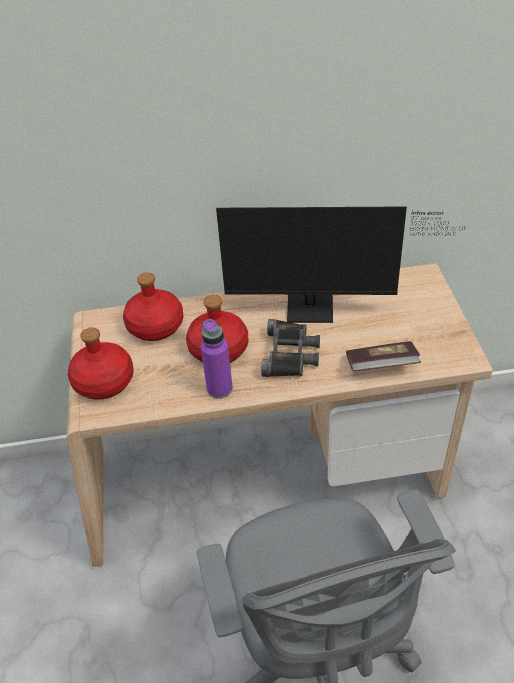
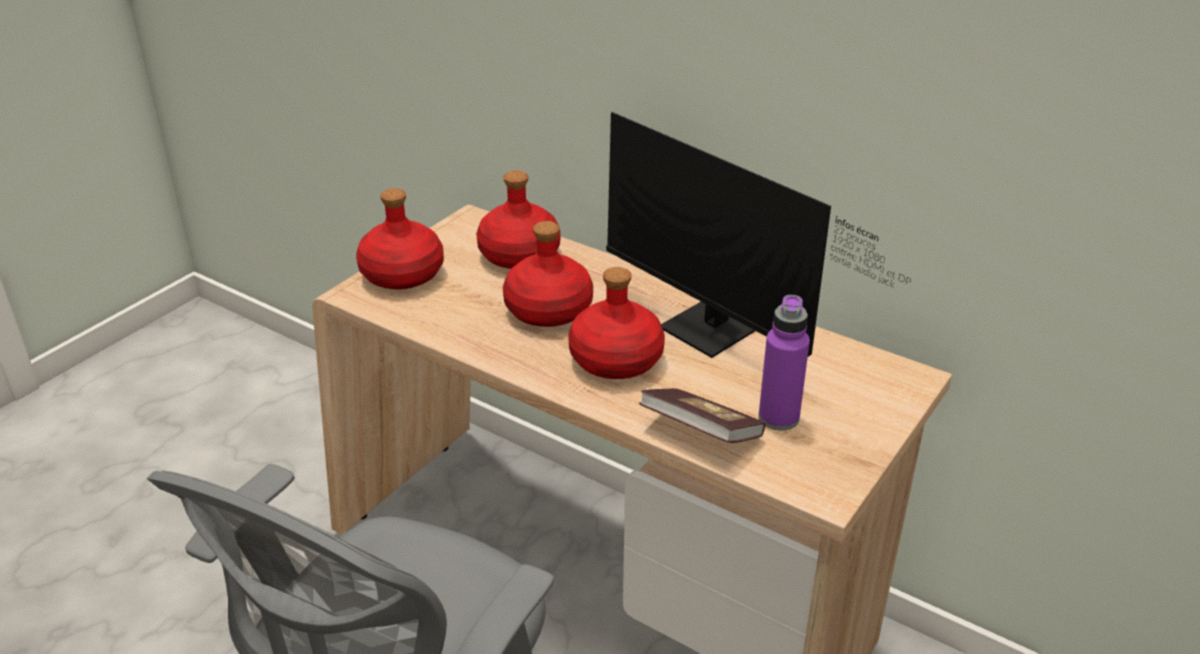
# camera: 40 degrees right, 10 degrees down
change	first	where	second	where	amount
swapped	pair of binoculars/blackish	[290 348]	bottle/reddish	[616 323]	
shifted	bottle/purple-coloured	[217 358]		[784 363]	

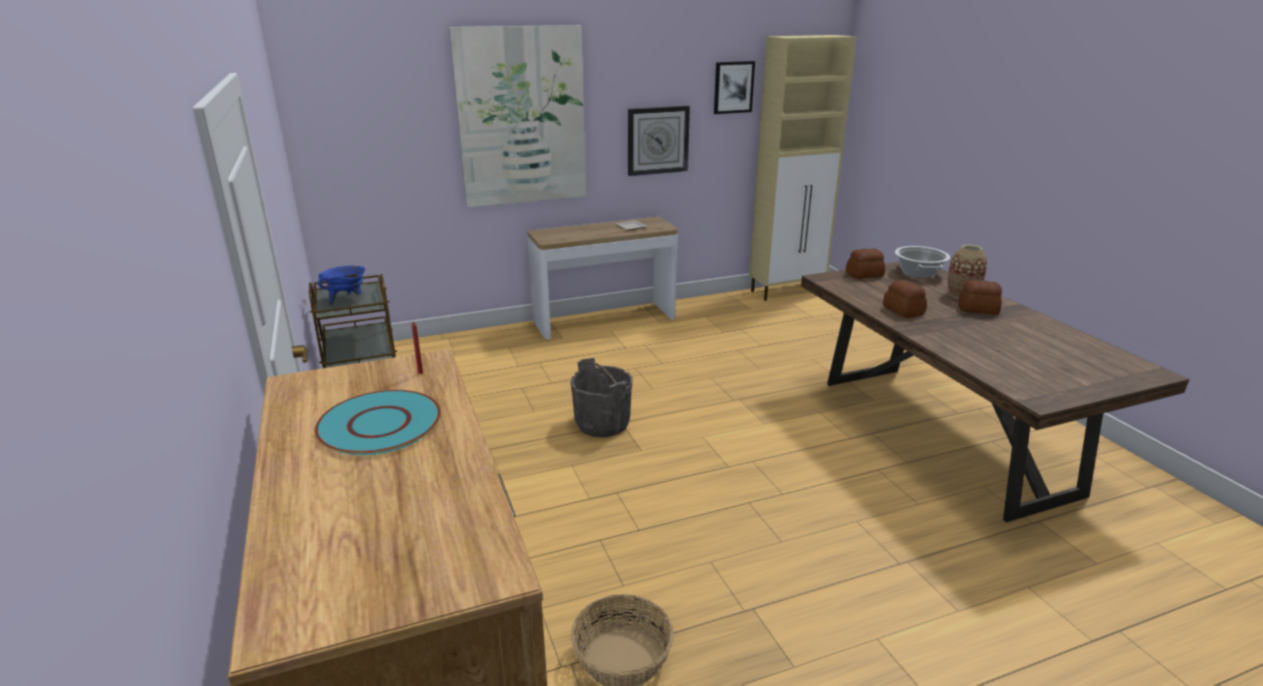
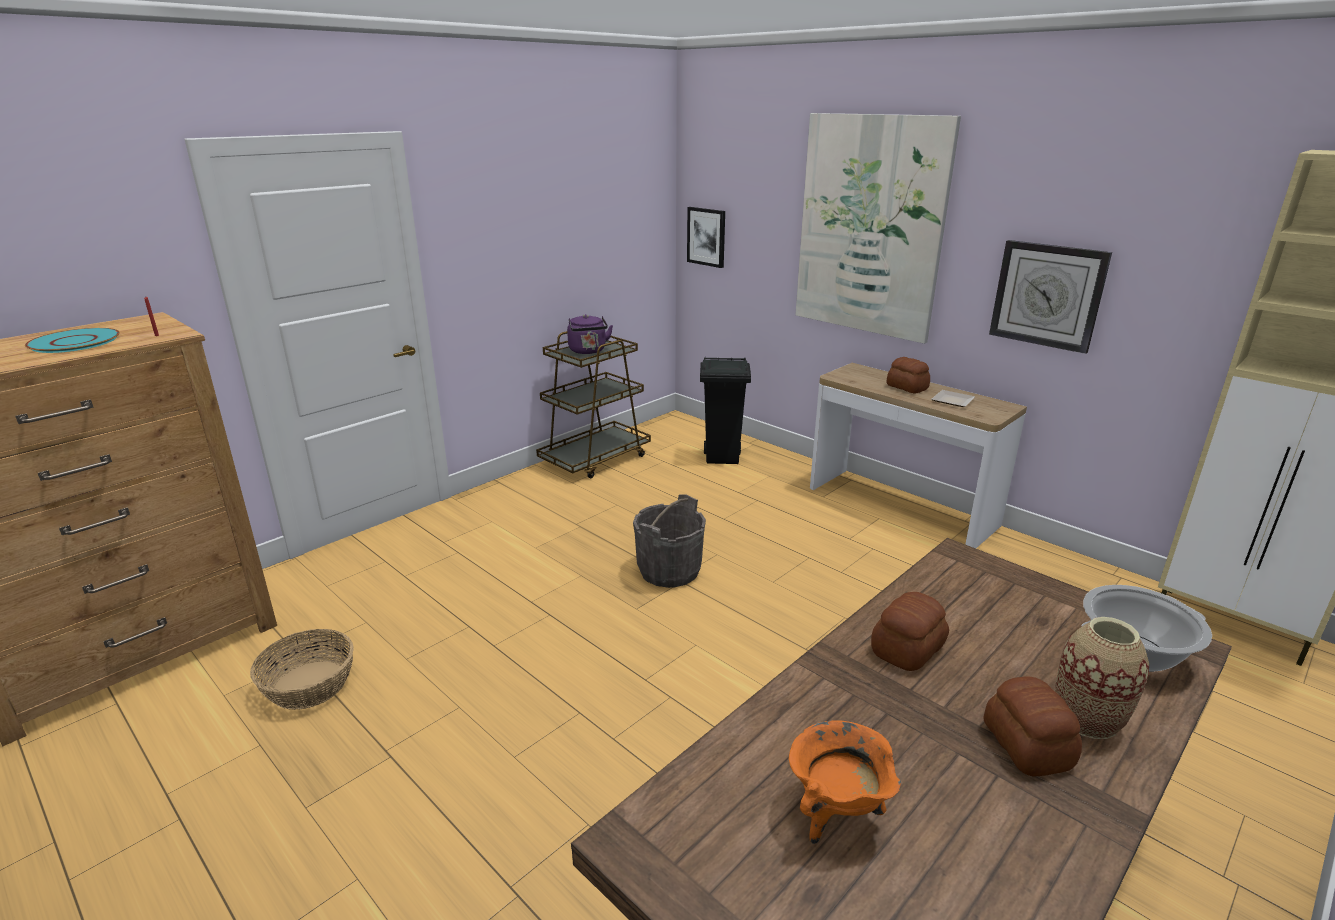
# camera: 65 degrees right, 0 degrees up
change	first	where	second	where	amount
swapped	saucepot/blue	[341 285]	water kettle/purple-coloured	[590 334]	
shifted	wall art	[734 87]		[706 237]	
new			trash can/blackish	[725 410]	
new			saucepot/orange	[845 782]	
shifted	bakery bread	[865 263]		[908 375]	

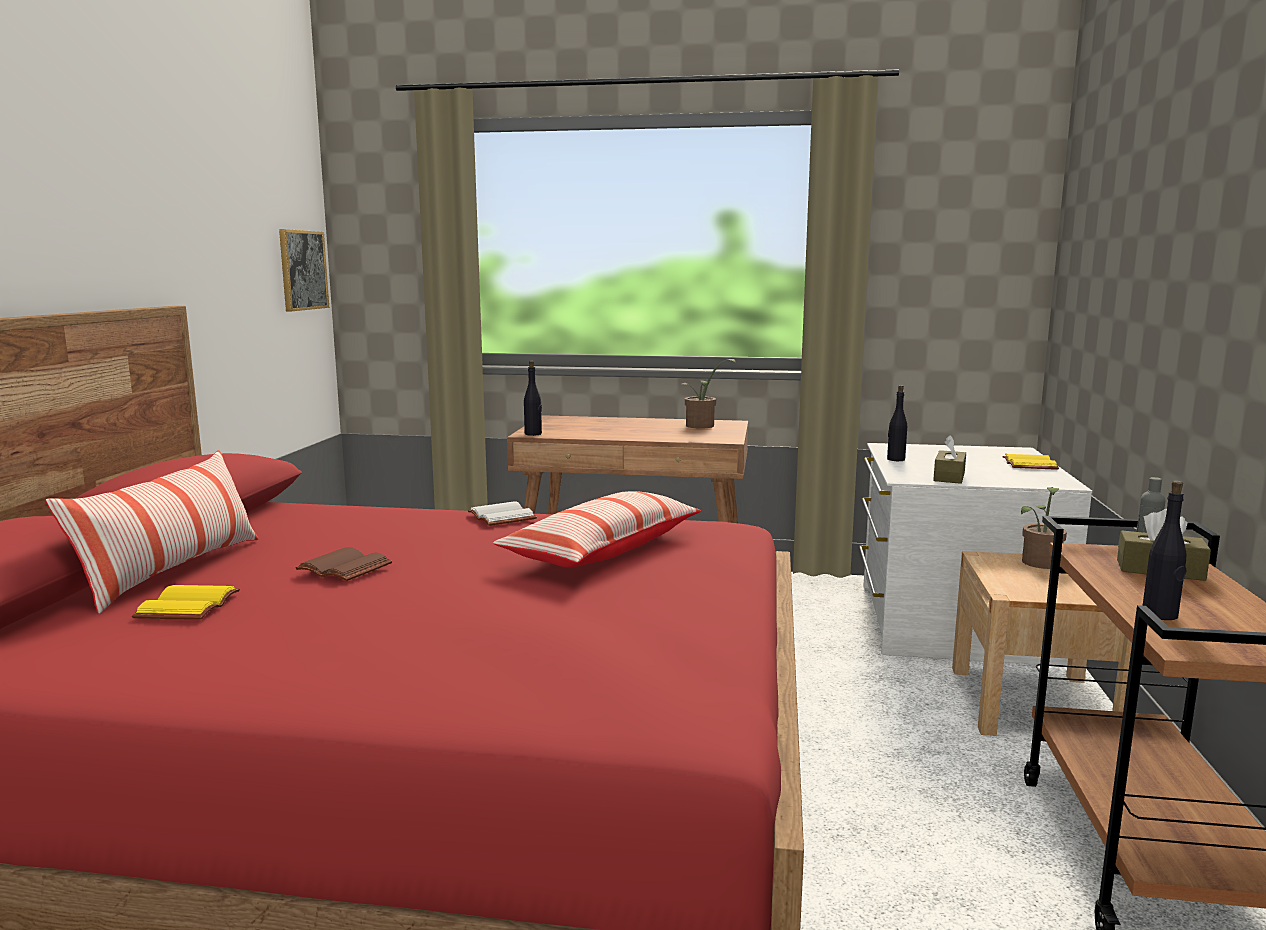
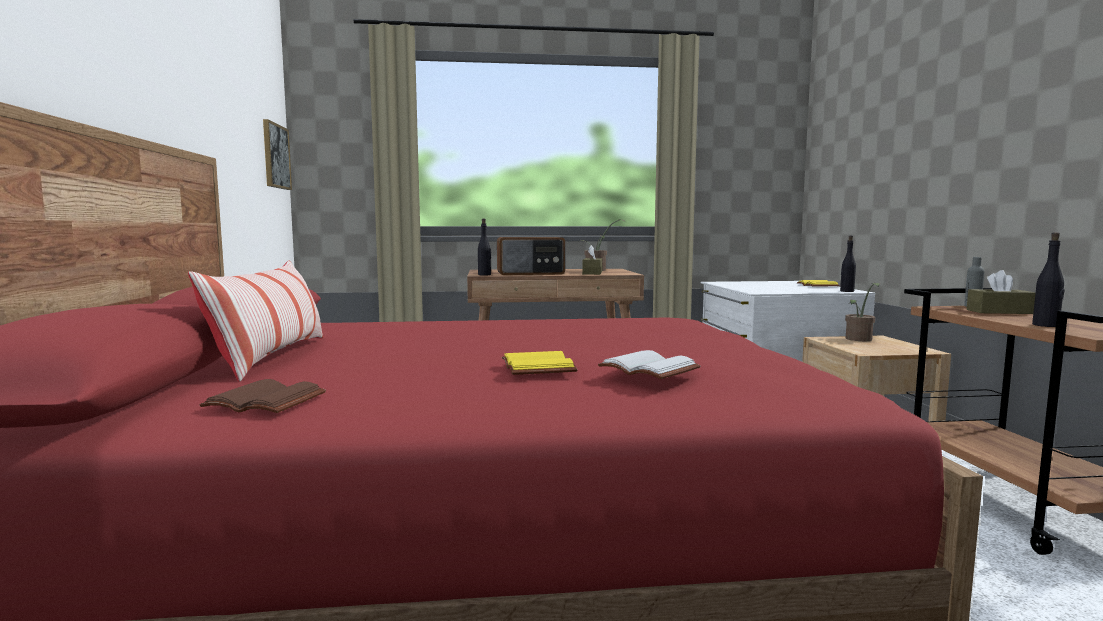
# camera: 15 degrees left, 5 degrees down
change	first	where	second	where	amount
shifted	bound book/brown-coloured	[343 564]		[263 396]	
new			radio set	[531 256]	
shifted	bound book/yellowish	[186 602]		[540 363]	
shifted	tissue holder/brown-coloured	[949 459]		[592 260]	
shifted	bound book/whitish	[502 513]		[649 364]	
shifted	bottle/blackish	[897 423]		[848 264]	
gone	cushion	[597 529]			

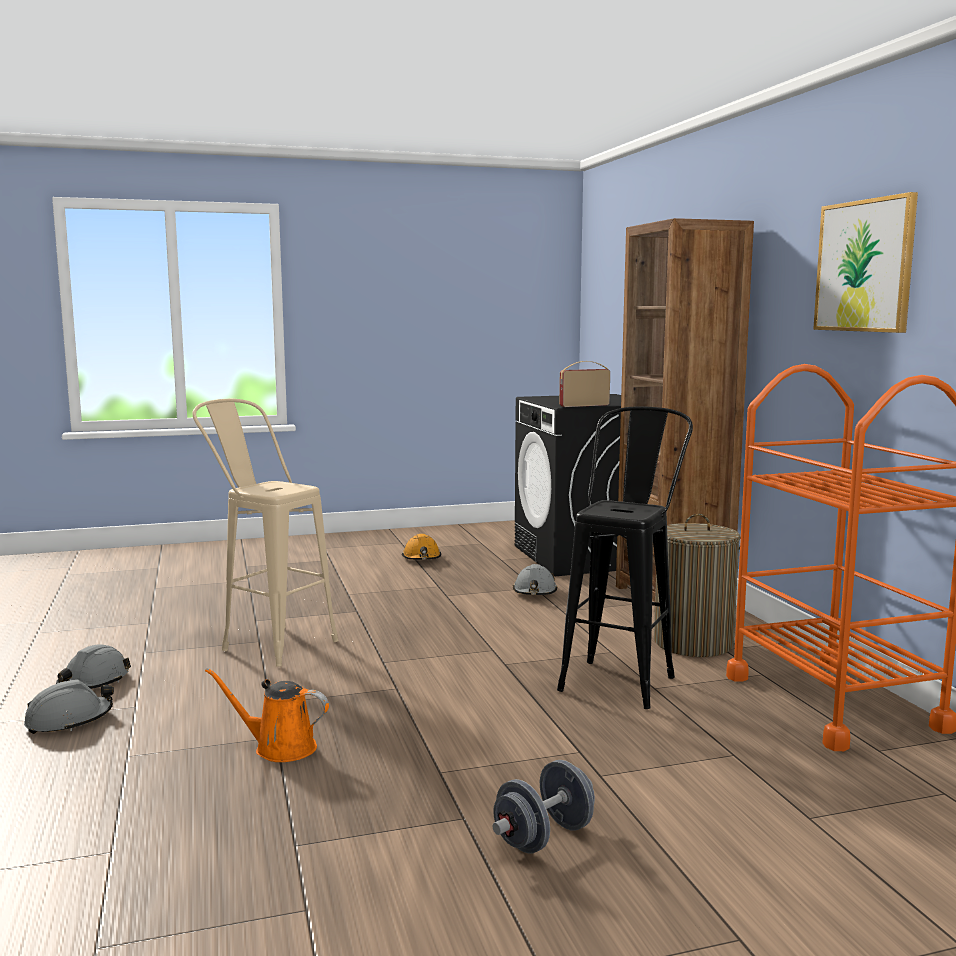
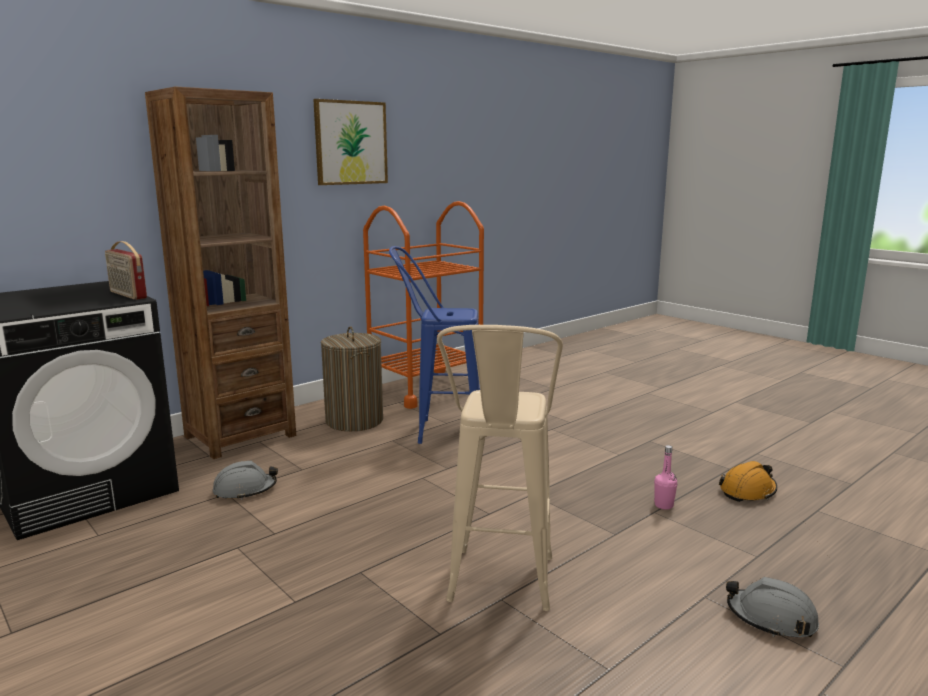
# camera: 115 degrees left, 5 degrees up
change	first	where	second	where	amount
repainted	sitting stool/blackish	[625 558]	sitting stool/blue	[434 345]	
swapped	watering pot/orange	[267 715]	bottle/pink	[666 477]	
shifted	safety helmet/orange	[421 547]		[748 481]	
gone	safety helmet/greyish	[93 666]			
gone	hand weight/greyish	[543 807]			

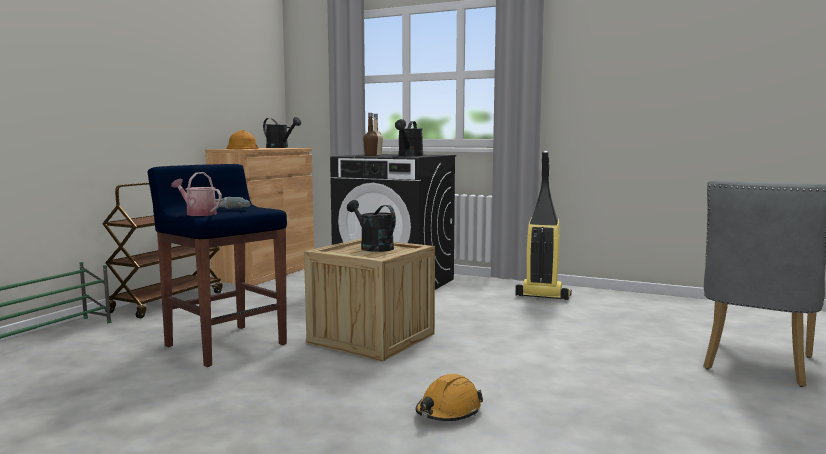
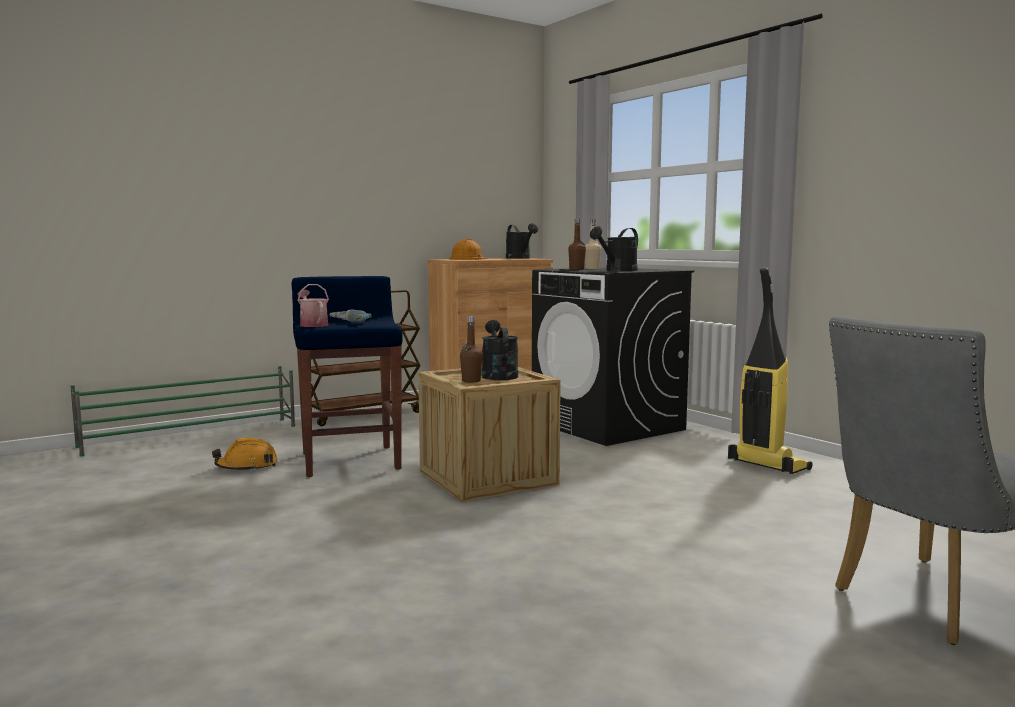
# camera: 30 degrees right, 0 degrees up
change	first	where	second	where	amount
shifted	safety helmet/orange	[449 397]		[245 454]	
new			bottle/brown-coloured	[471 349]	

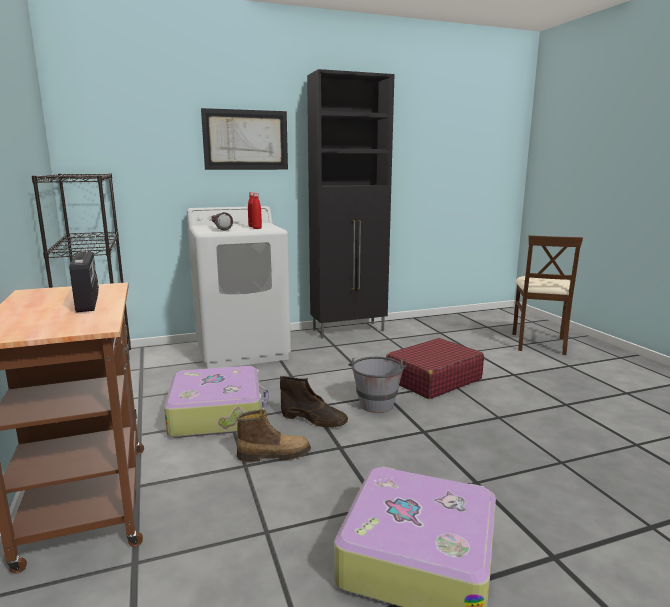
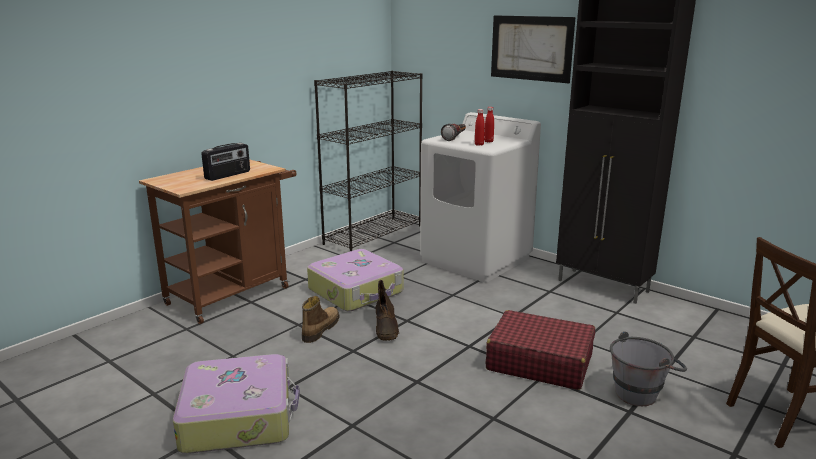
# camera: 60 degrees right, 5 degrees up
change	first	where	second	where	amount
rotated	boot	[274 435]		[320 319]	120 degrees counterclockwise
shifted	water bucket/greyish	[377 385]		[648 368]	

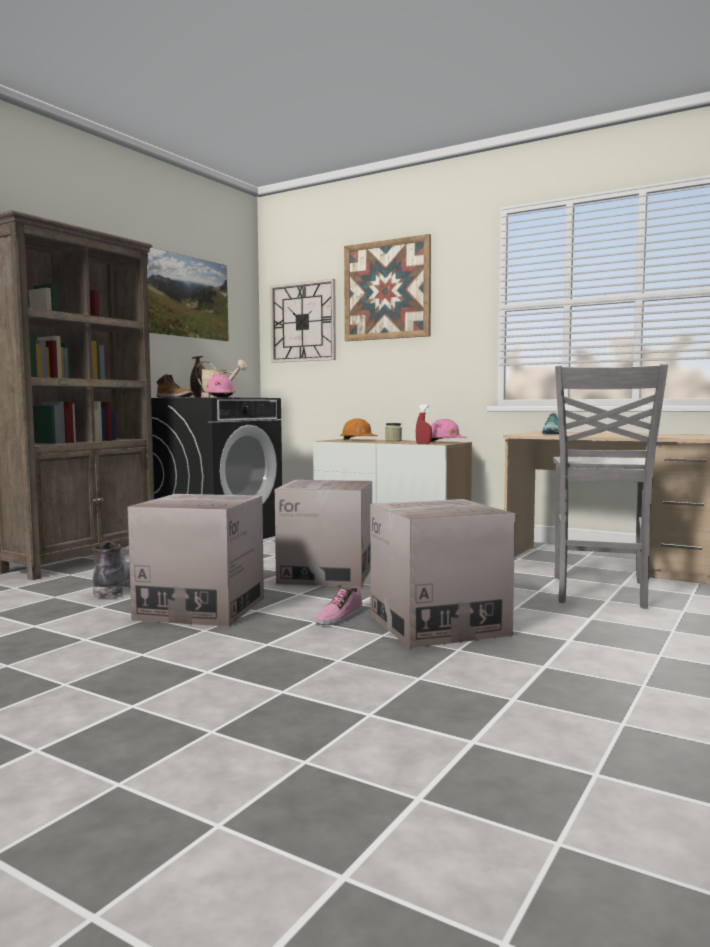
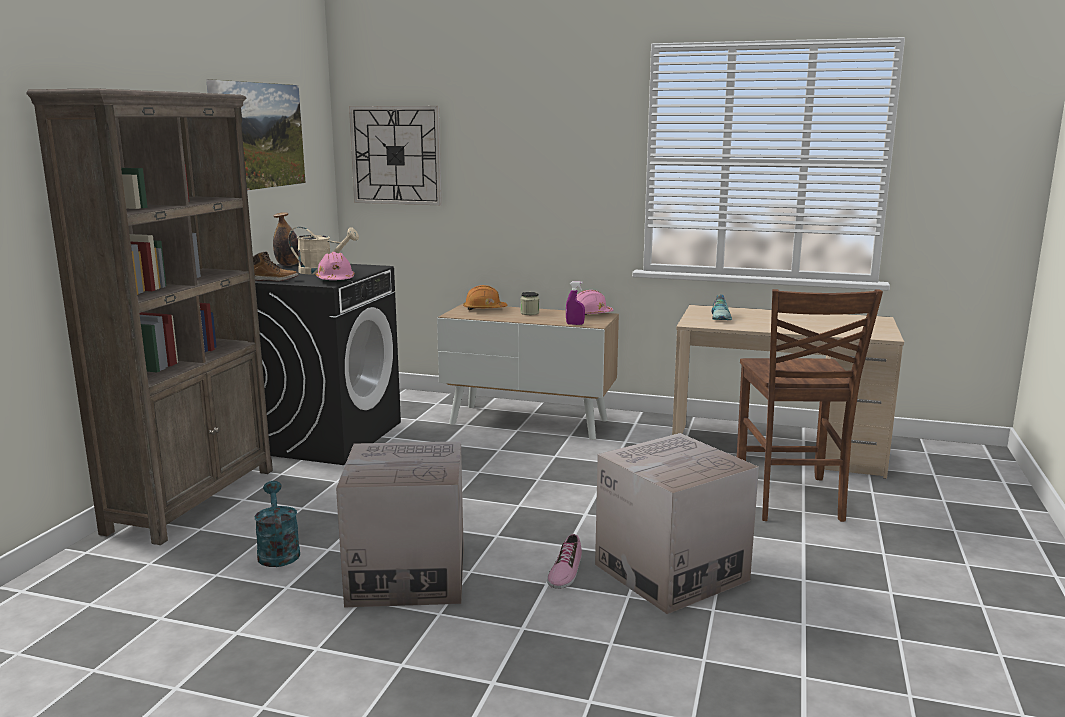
# camera: 15 degrees left, 10 degrees up
change	first	where	second	where	amount
swapped	boot/greyish	[111 569]	watering pot/blue-green	[277 524]	
repainted	spray bottle/reddish	[424 424]	spray bottle/purple-coloured	[575 303]	
repainted	upright chair/greyish	[610 486]	upright chair/brown-coloured	[810 405]	
gone	packing box	[323 533]			
gone	wall art	[387 287]			

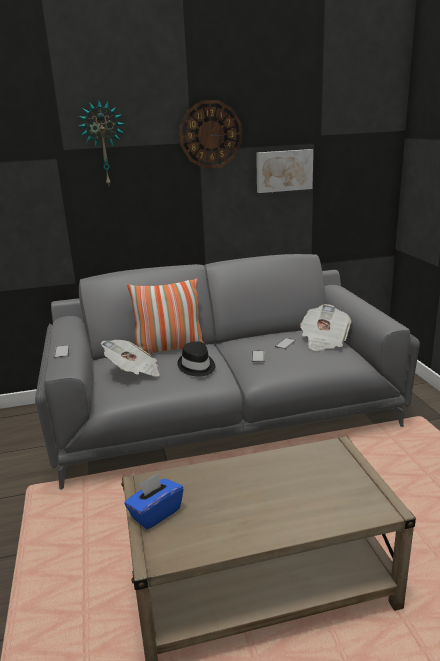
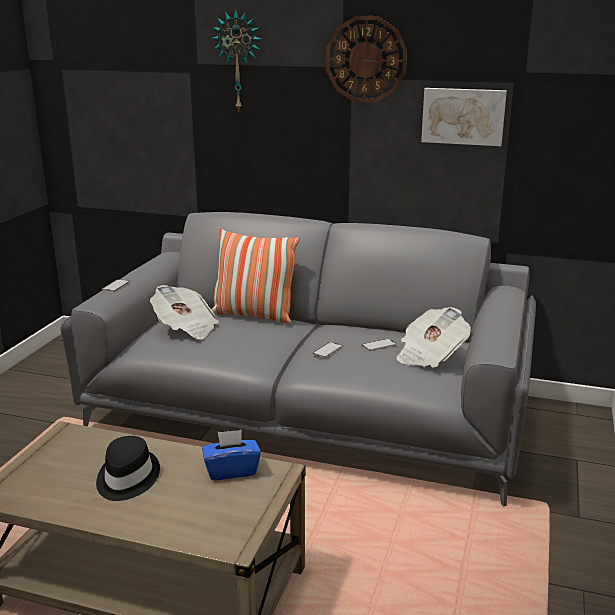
# camera: 30 degrees right, 0 degrees up
change	first	where	second	where	amount
shifted	hat/blackish	[196 358]		[128 468]	
shifted	tissue holder/blue	[154 501]		[231 455]	

